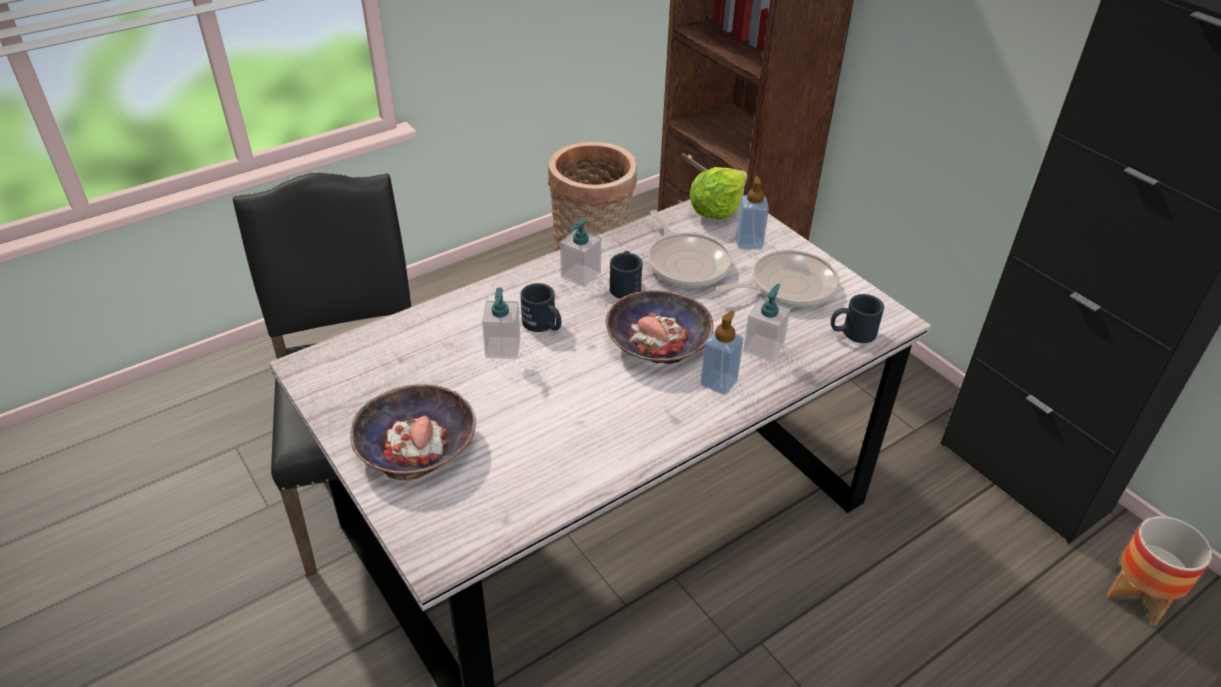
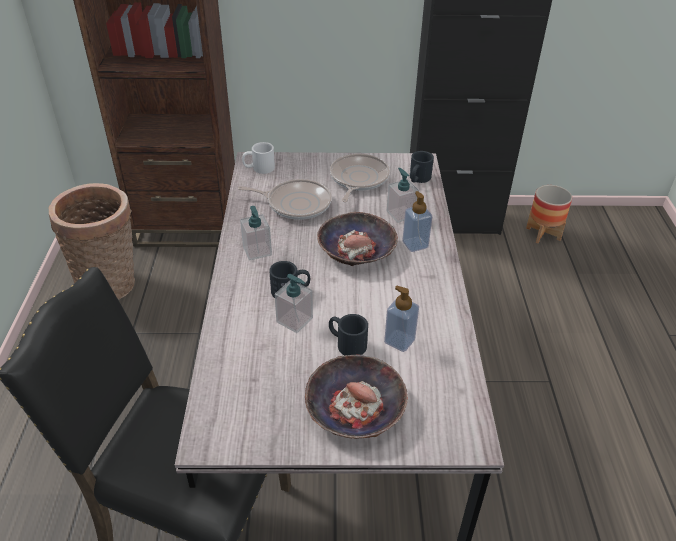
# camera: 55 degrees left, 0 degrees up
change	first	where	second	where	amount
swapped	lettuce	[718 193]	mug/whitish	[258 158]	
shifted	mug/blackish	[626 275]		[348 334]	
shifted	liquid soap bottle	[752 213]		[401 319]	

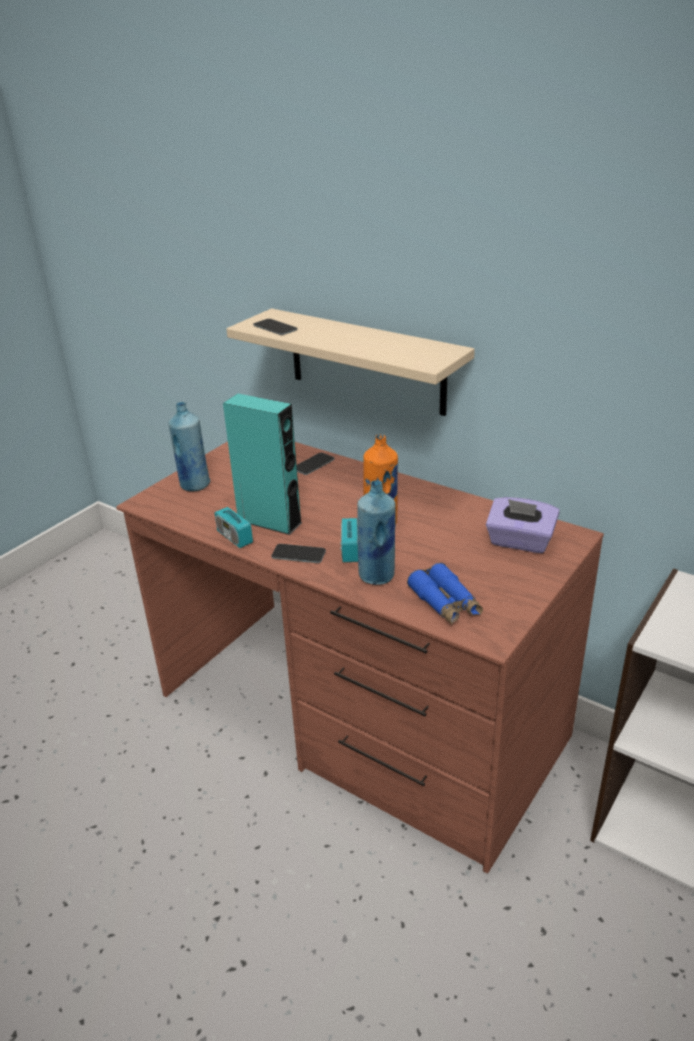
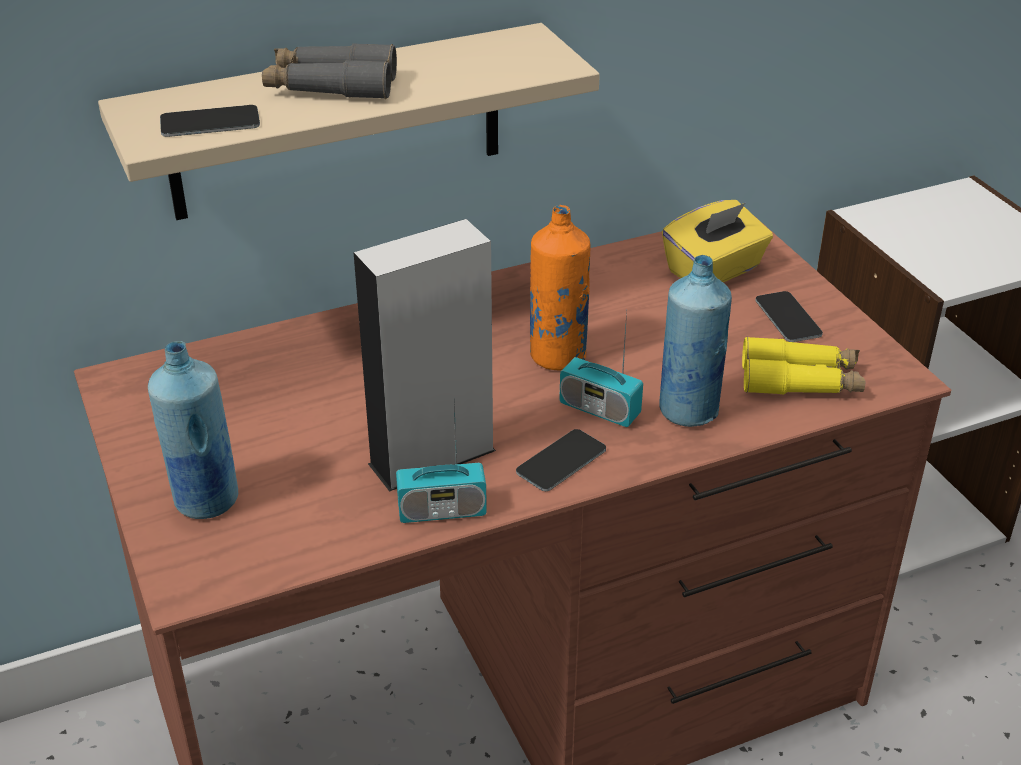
# camera: 60 degrees left, 5 degrees up
change	first	where	second	where	amount
new			pair of binoculars/greyish	[329 71]	
repainted	audio speaker/blue-green	[263 464]	audio speaker/greyish	[424 355]	
repainted	tissue holder/purple-coloured	[523 525]	tissue holder/yellowish	[717 241]	
repainted	pair of binoculars/blue	[445 593]	pair of binoculars/yellowish	[804 365]	
shifted	telephone	[315 464]		[789 316]	

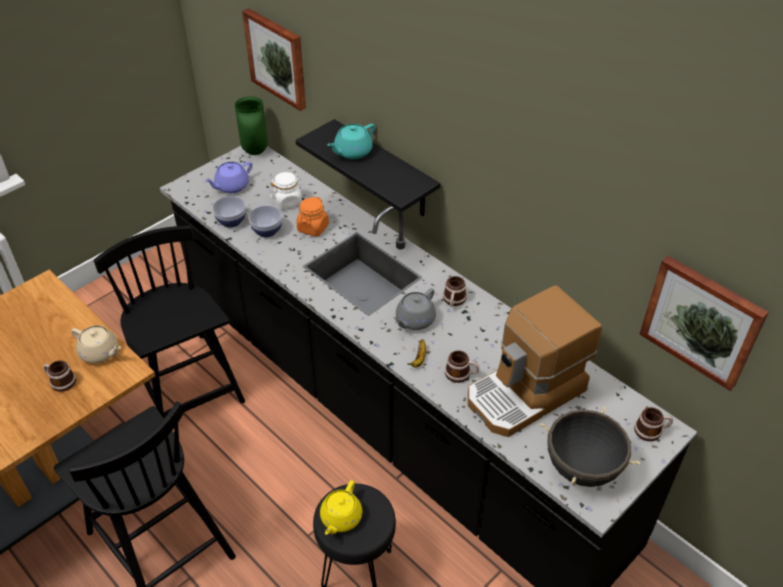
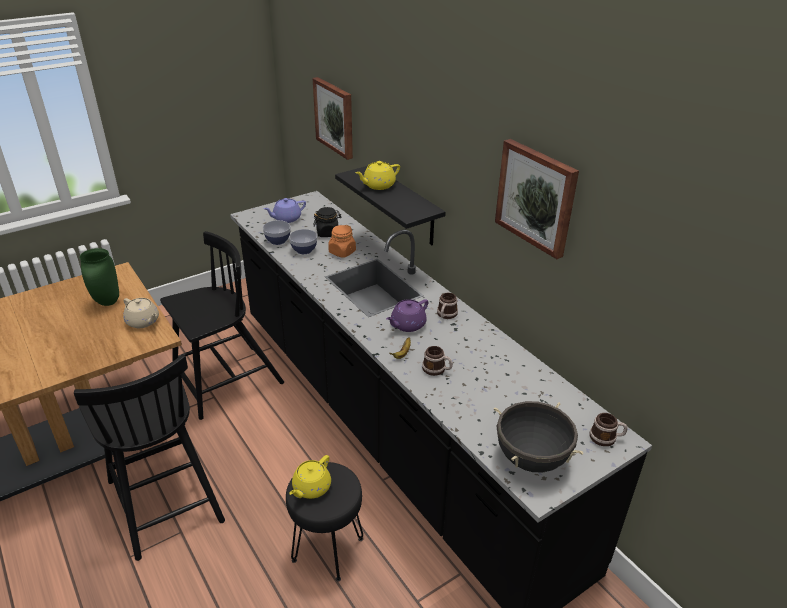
# camera: 10 degrees right, 10 degrees down
change	first	where	second	where	amount
shifted	decorative vase/green-coloured	[251 125]		[99 277]	
rotated	upright chair/blackish	[169 322]		[222 325]	75 degrees clockwise
repainted	preserve jar/whitish	[286 191]	preserve jar/blackish	[327 222]	
repainted	tea pot/blue-green	[351 141]	tea pot/yellowish	[377 175]	
repainted	tea pot/greyish	[415 309]	tea pot/purple-coloured	[407 315]	
shifted	wall art	[704 323]		[537 199]	
gone	mug	[59 376]			
gone	coffee machine	[535 361]			

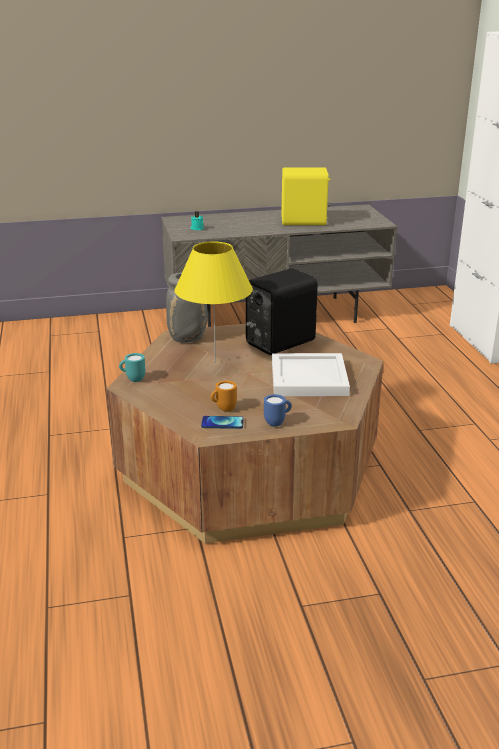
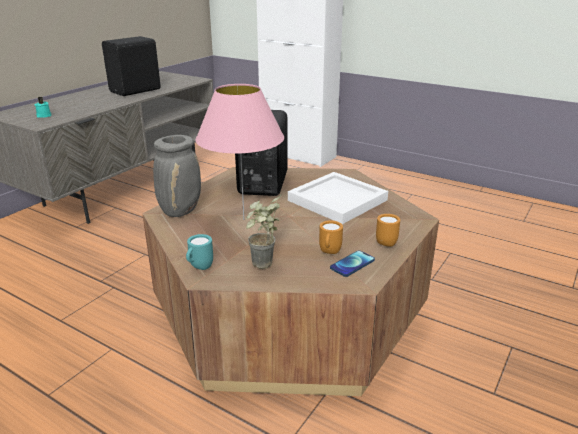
# camera: 45 degrees left, 0 degrees up
change	first	where	second	where	amount
repainted	audio speaker/yellowish	[306 196]	audio speaker/blackish	[131 66]	
repainted	table lamp/yellowish	[213 302]	table lamp/pink	[239 152]	
new			potted plant	[263 231]	
repainted	mug/blue	[278 410]	mug/orange	[388 230]	

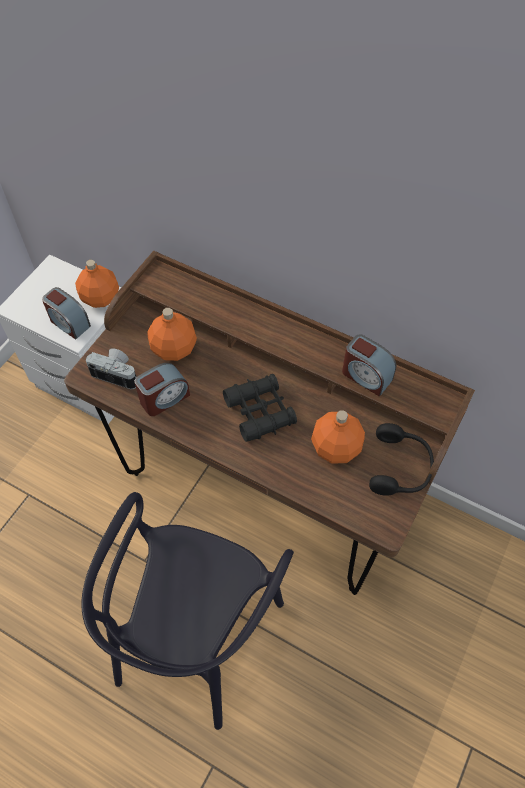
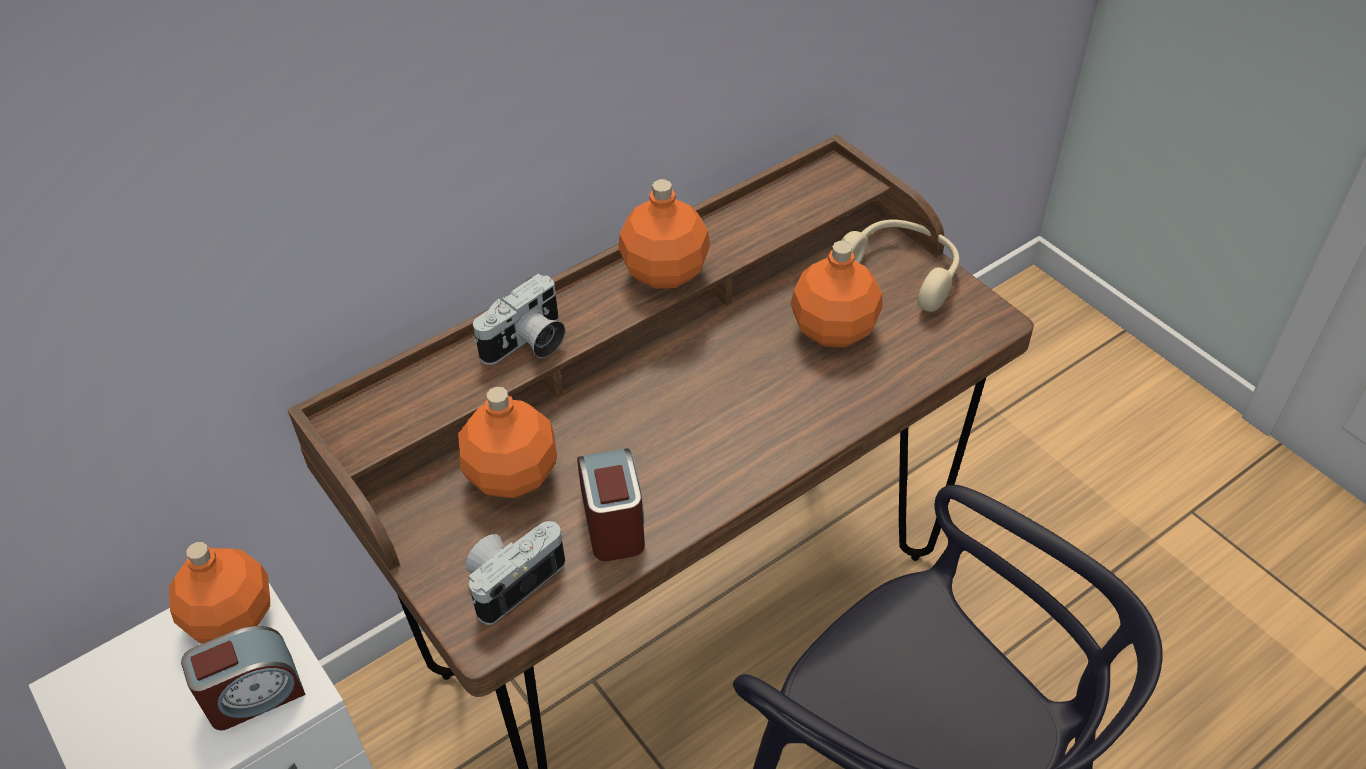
# camera: 65 degrees left, 10 degrees down
change	first	where	second	where	amount
new			still camera	[519 319]	
new			bottle/orange	[664 234]	
repainted	headphones/blackish	[401 459]	headphones/beige	[900 266]	
gone	pair of binoculars/blackish	[260 408]			
gone	table clock	[369 365]			

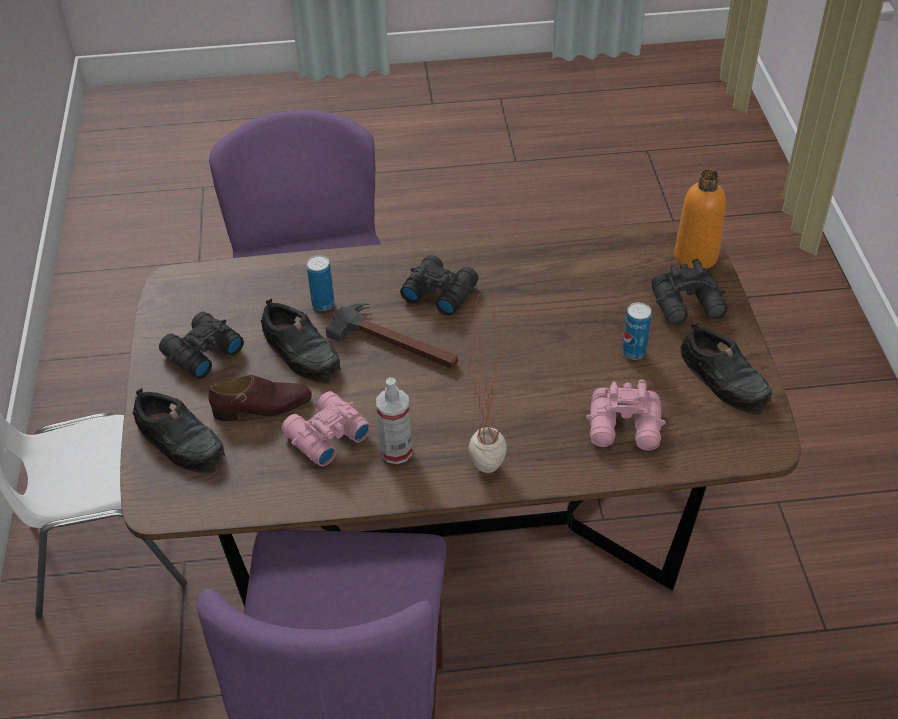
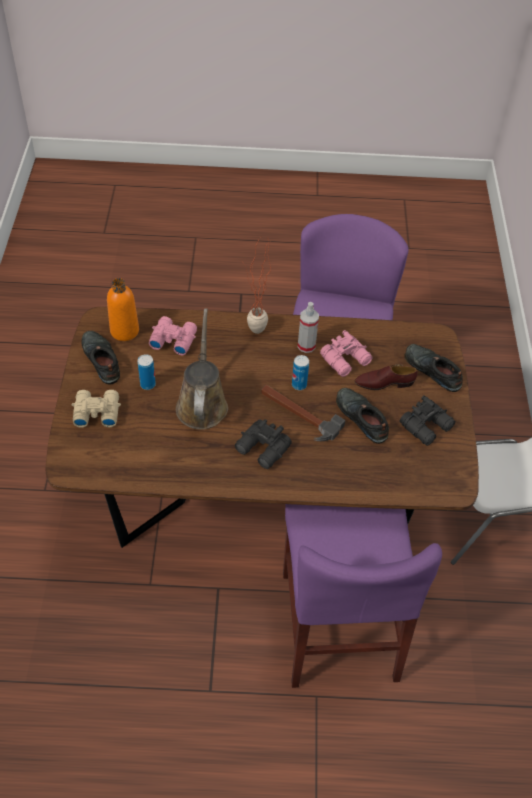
# camera: 175 degrees left, 5 degrees up
change	first	where	second	where	amount
repainted	pair of binoculars/blackish	[689 291]	pair of binoculars/beige	[96 409]	
shifted	bottle/orange	[700 219]		[123 309]	
new			watering pot/brown-coloured	[202 369]	
shifted	sealed can	[321 283]		[300 372]	

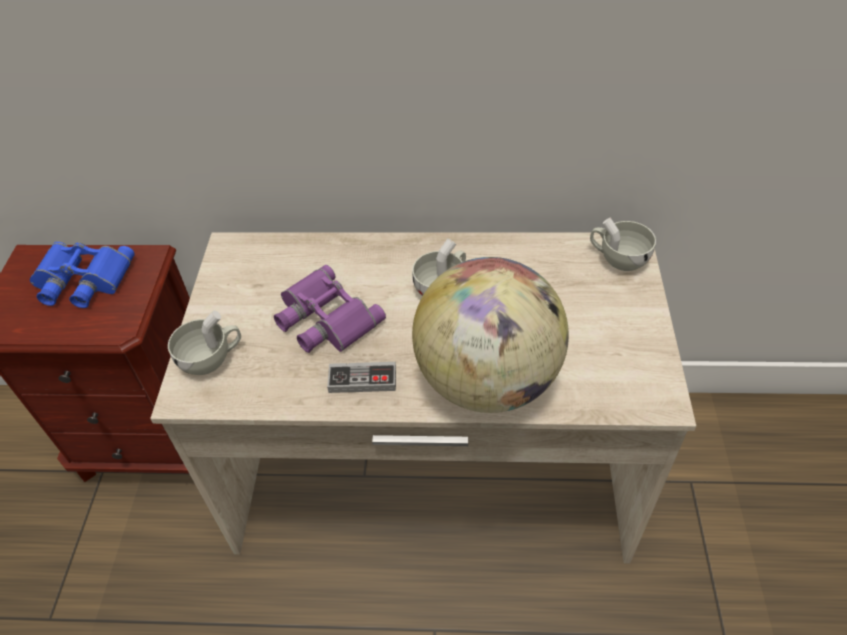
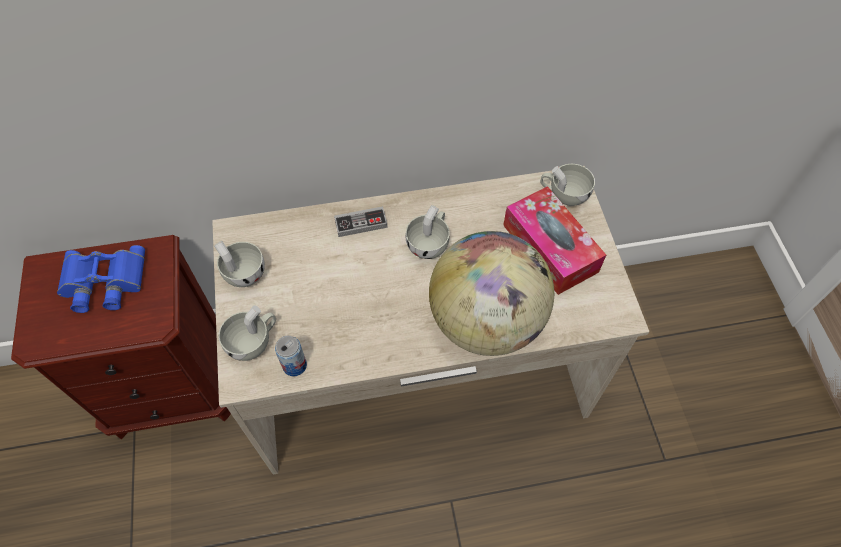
# camera: 15 degrees left, 10 degrees up
change	first	where	second	where	amount
new			drinking cup/whitish	[239 264]	
new			sealed can	[291 355]	
shifted	gamepad	[361 377]		[361 221]	
new			tissue holder	[554 240]	
gone	pair of binoculars/purple-coloured	[330 309]			

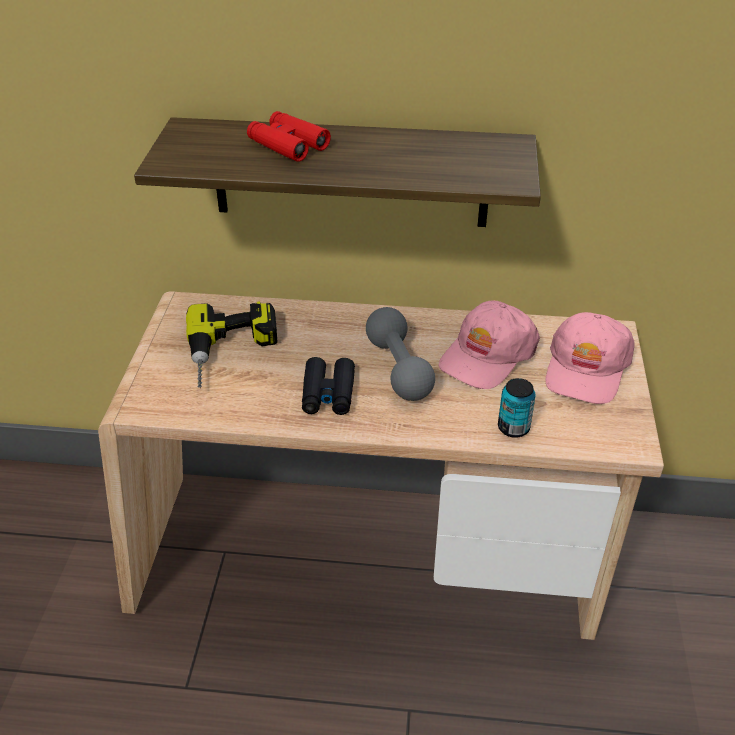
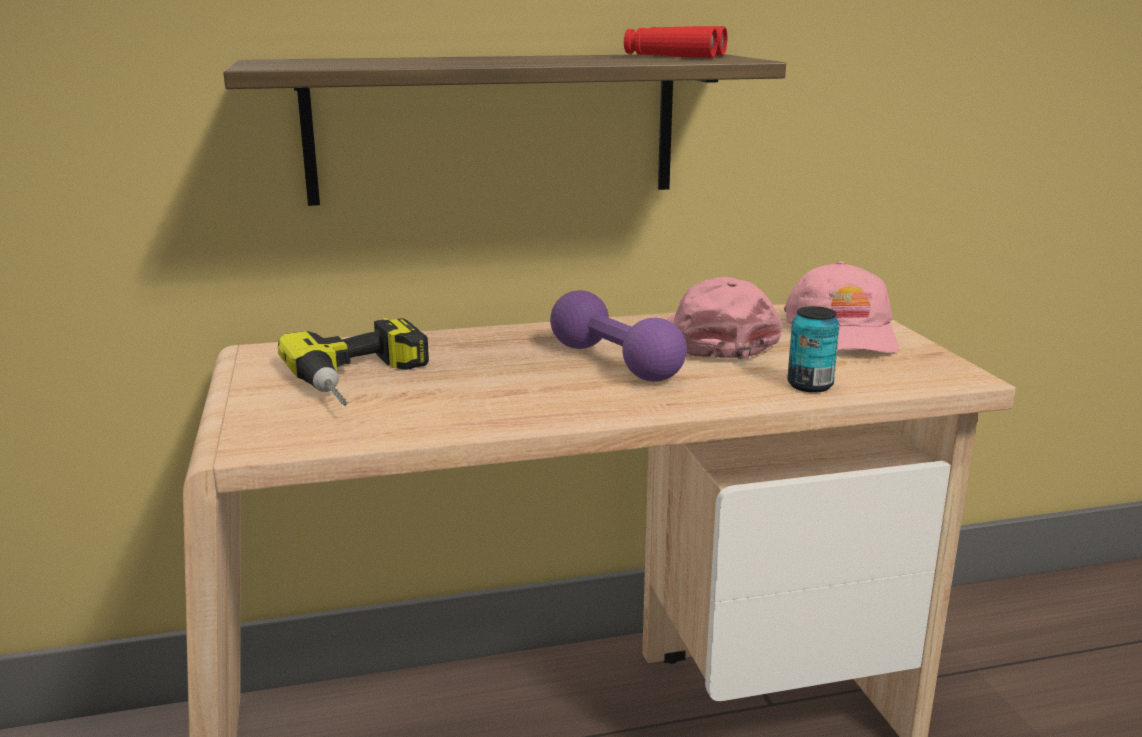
# camera: 20 degrees left, 20 degrees down
change	first	where	second	where	amount
repainted	hand weight/greyish	[400 354]	hand weight/purple-coloured	[618 336]	
shifted	pair of binoculars/reddish	[289 136]		[675 42]	
rotated	peaked cap/pink	[489 345]		[724 318]	150 degrees clockwise
gone	pair of binoculars/blackish	[328 386]			

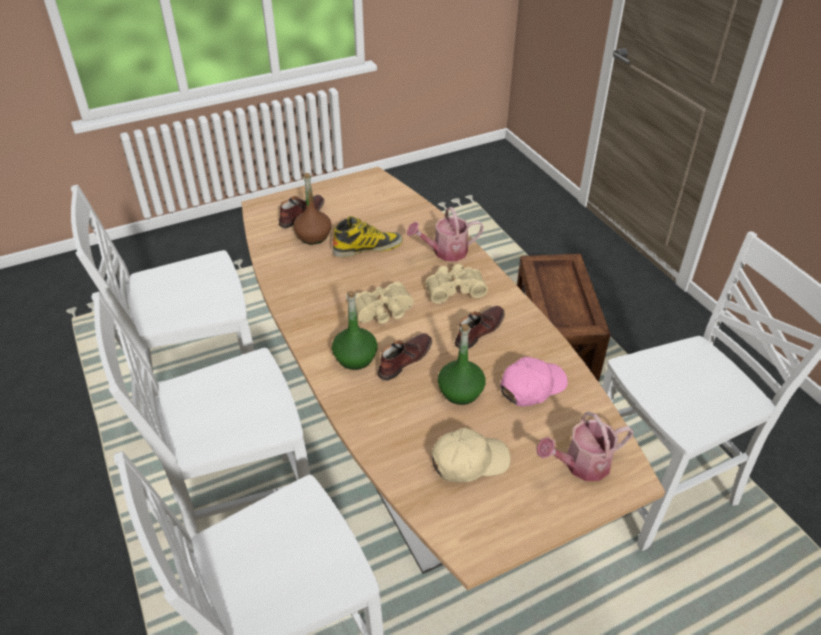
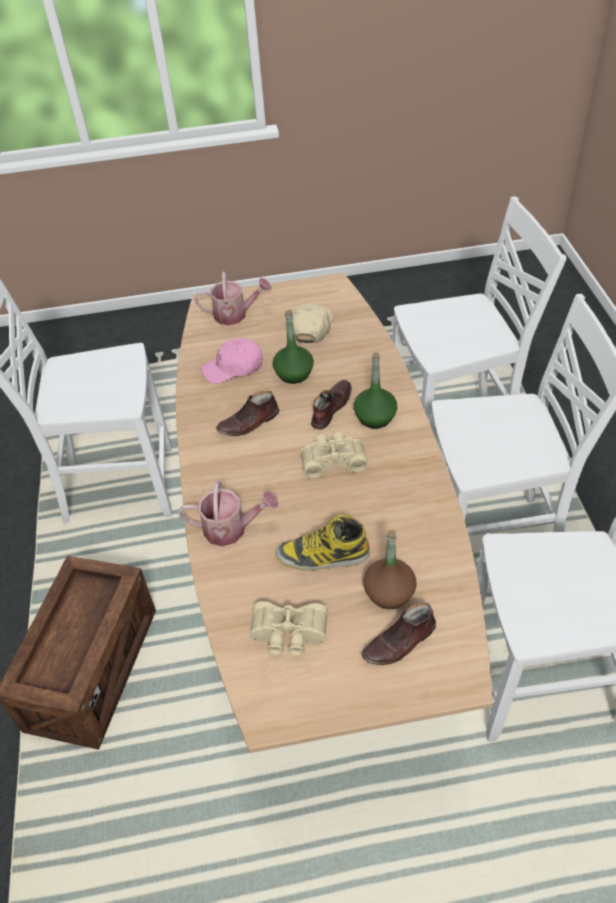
# camera: 160 degrees left, 5 degrees up
change	first	where	second	where	amount
shifted	pair of binoculars/beige	[456 284]		[288 628]	
rotated	peaked cap/beige	[471 455]		[312 323]	105 degrees clockwise
rotated	low shoe/brown-coloured	[404 357]		[331 405]	150 degrees clockwise

